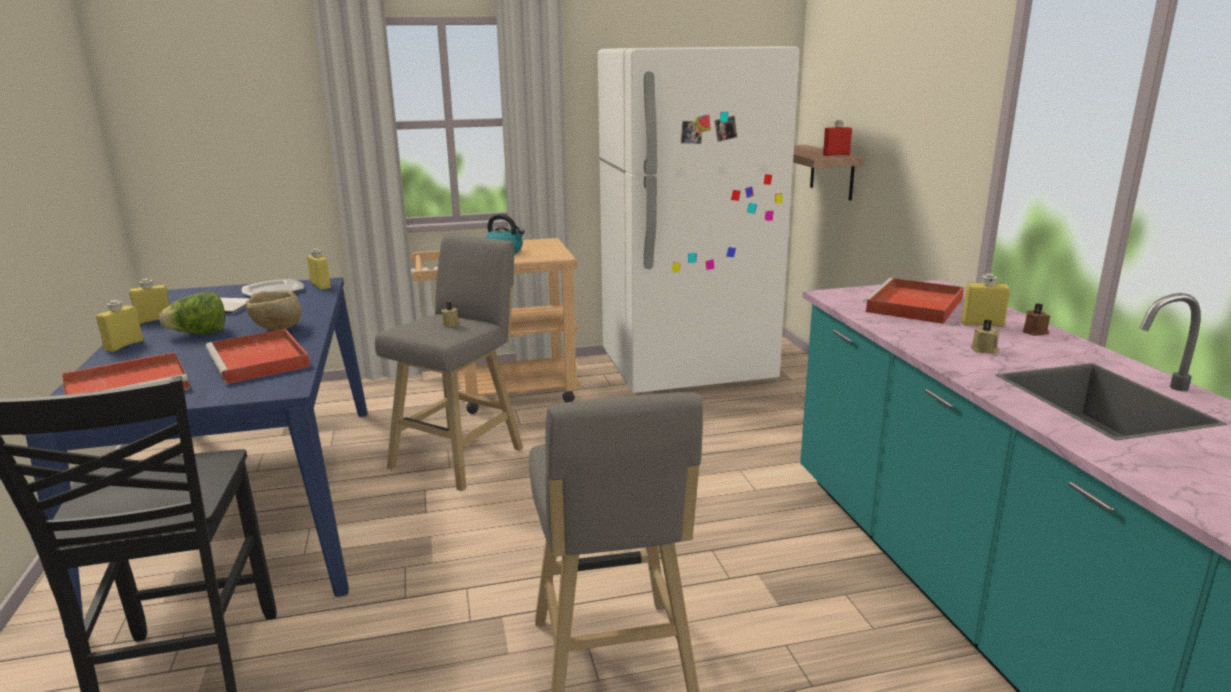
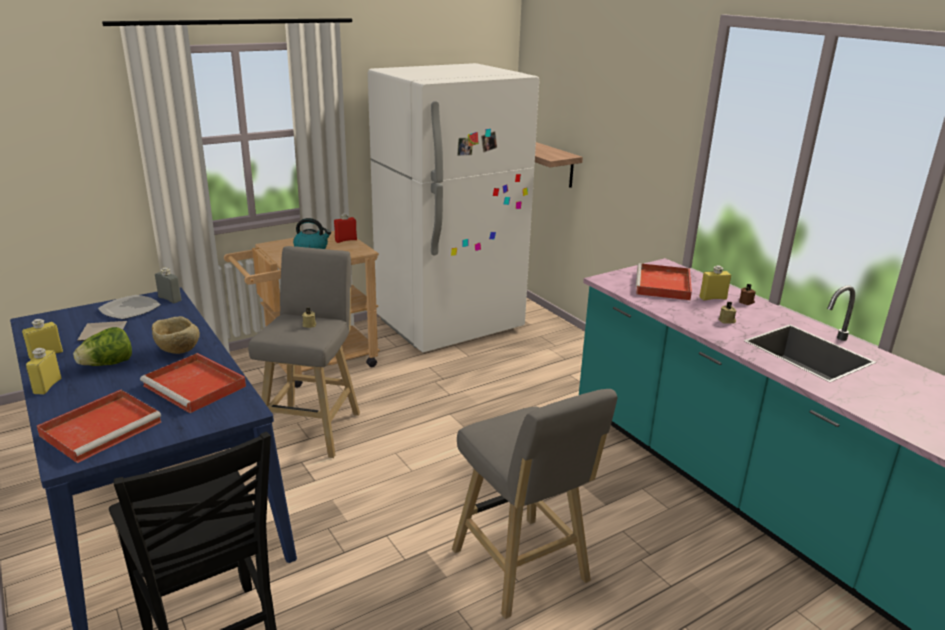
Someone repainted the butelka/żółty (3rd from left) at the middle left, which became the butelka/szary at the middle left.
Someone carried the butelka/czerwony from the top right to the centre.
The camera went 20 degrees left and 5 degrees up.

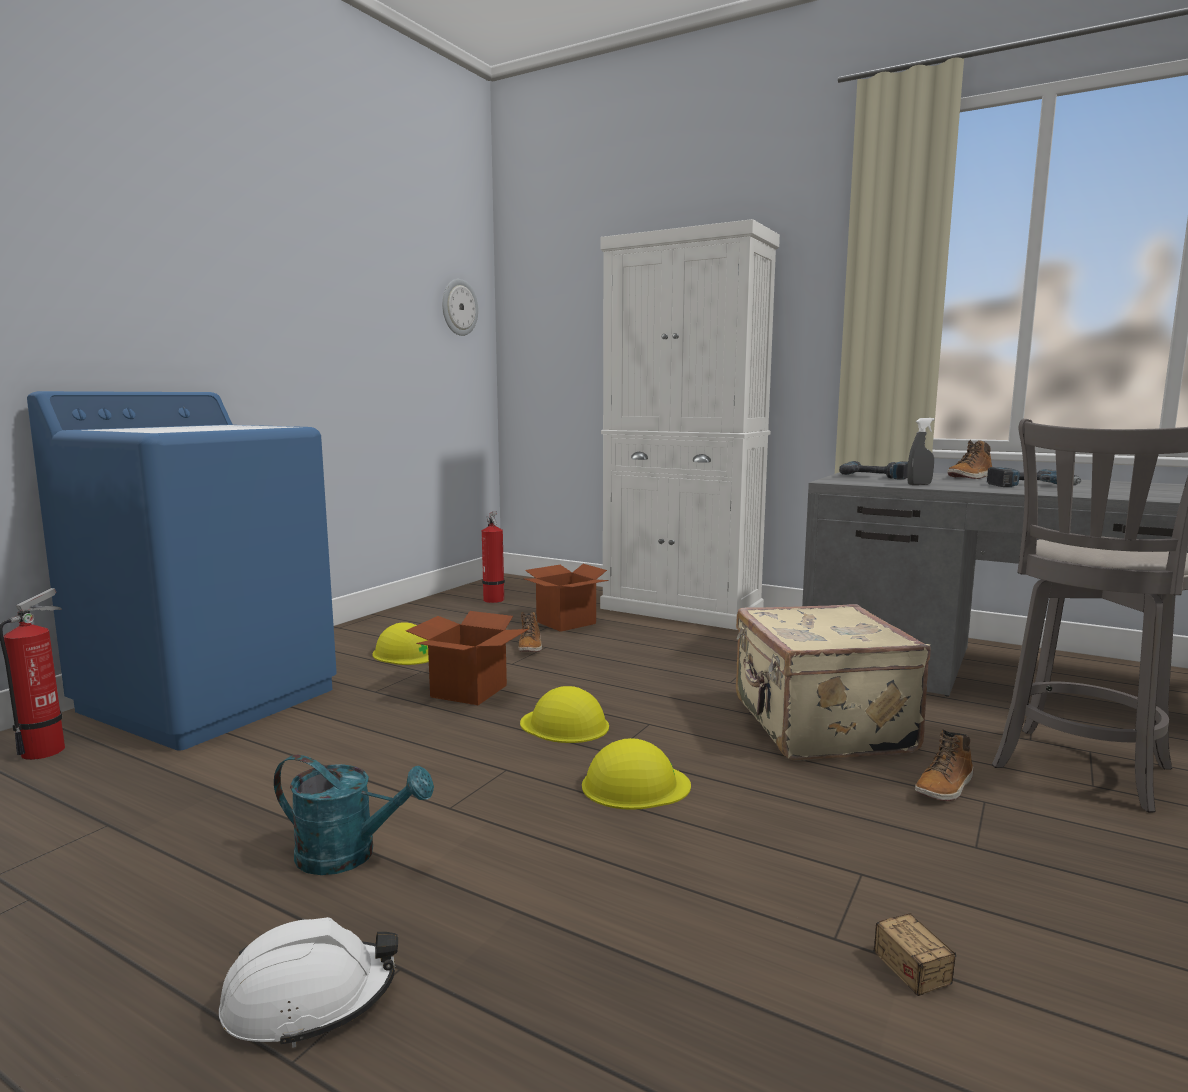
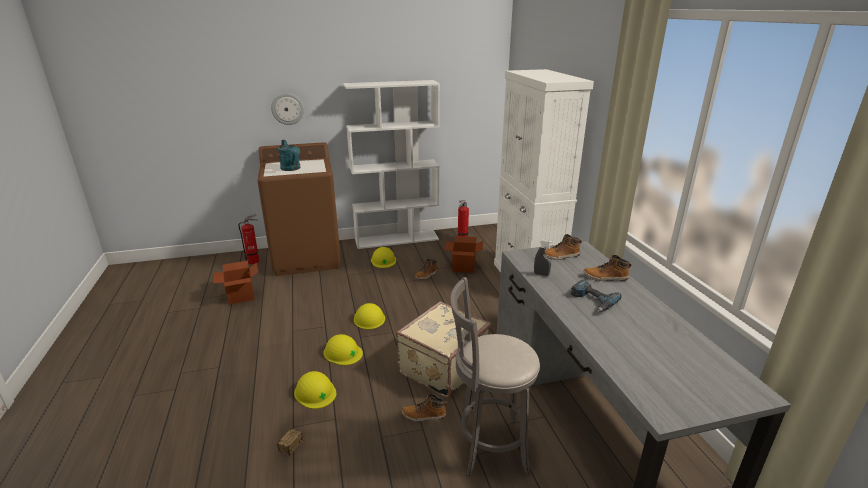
Someone repainted the pralka/niebieski at the middle left, which became the pralka/brązowy at the centre.
Someone took away the kask/biały at the bottom left.
Someone carried the konewka/turkusowy from the bottom left to the top left.
Someone carried the karton (1st from left) from the centre to the middle left.
Someone carried the zegar ścienny from the top centre to the top left.
Someone swapped the wiertarka (1st from left) at the middle right for the but z cholewką (3rd from left) at the centre.
Someone put down the kask/żółty (1st from left) at the bottom centre.
Someone put down the regał/biały at the centre.
The camera went 45 degrees right and 15 degrees up.

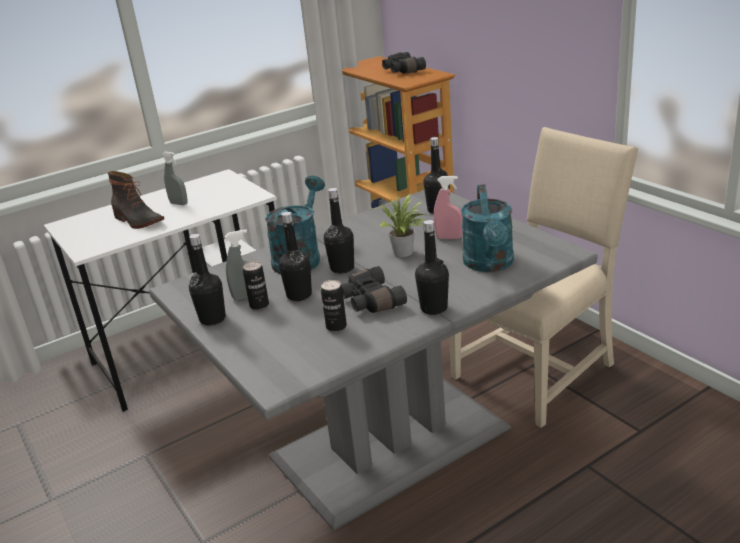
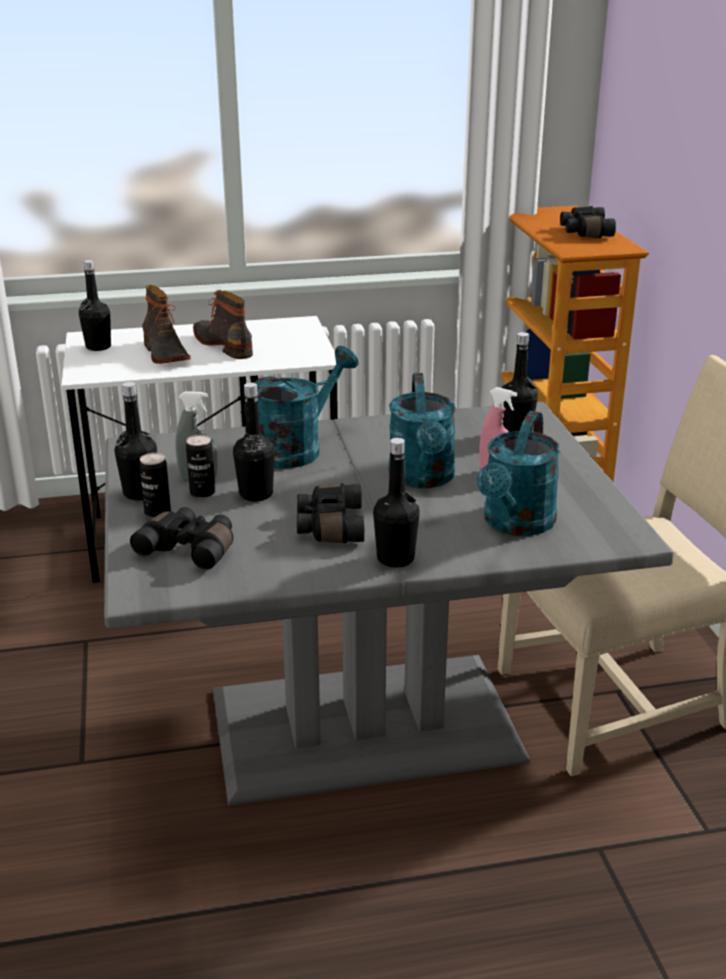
Someone swapped the spryskiwacz/szary (1st from left) at the top left for the but z cholewką (2nd from left) at the top left.
Someone carried the puszka (2nd from left in the first image) from the centre to the middle left.
Someone carried the butelka/czarny (3rd from left in the first image) from the centre to the top left.
Someone swapped the roślina doniczkowa at the centre for the konewka/turkusowy (2nd from left) at the centre.
Someone put down the lornetka/czarny (1st from left) at the middle left.
The camera went 20 degrees right and 0 degrees up.

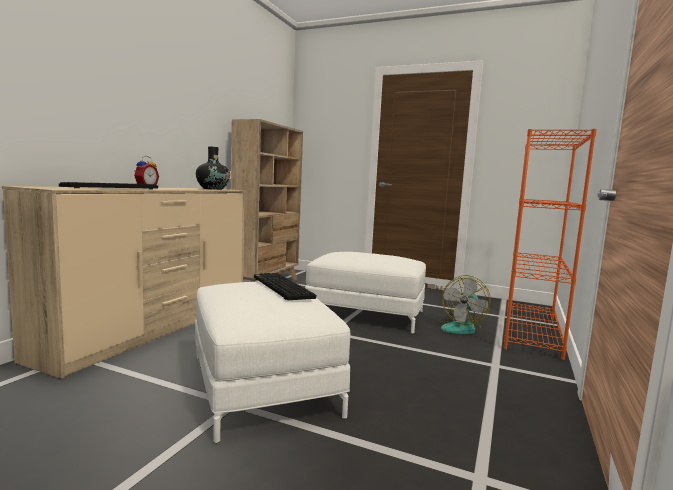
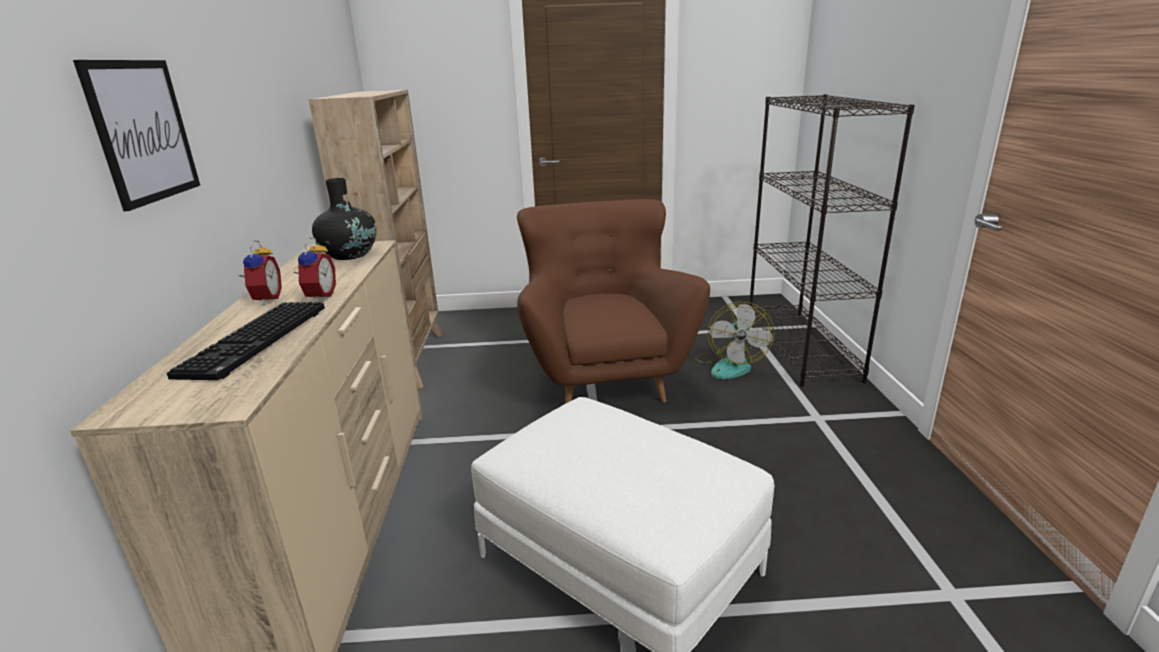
Someone took away the klawiatura (2nd from left) at the centre.
Someone swapped the pufa/biały (2nd from left) at the centre for the fotel/brązowy at the centre.
Someone repainted the regał/pomarańczowy at the middle right, which became the regał/czarny at the middle right.
Someone put up the obraz at the top left.
Someone put down the budzik (2nd from left) at the middle left.
The camera went 25 degrees left and 15 degrees up.

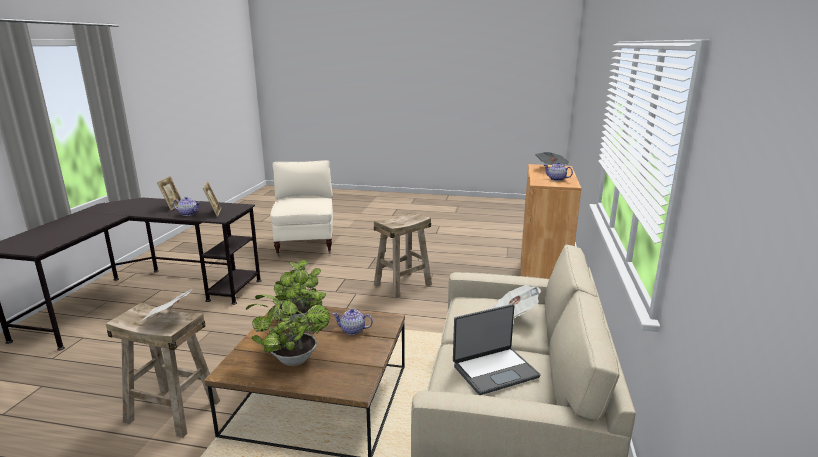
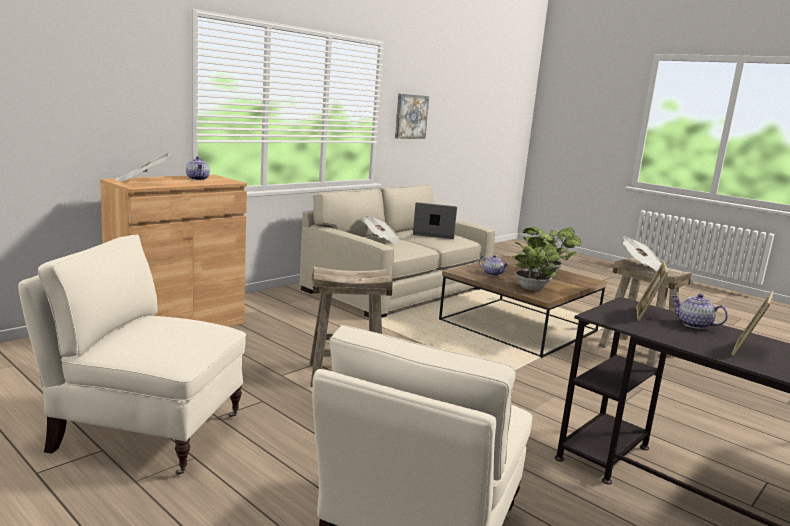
Someone put down the fotel/beżowy (1st from left) at the bottom left.
Someone put up the obraz at the top centre.
The camera went 150 degrees left and 5 degrees down.

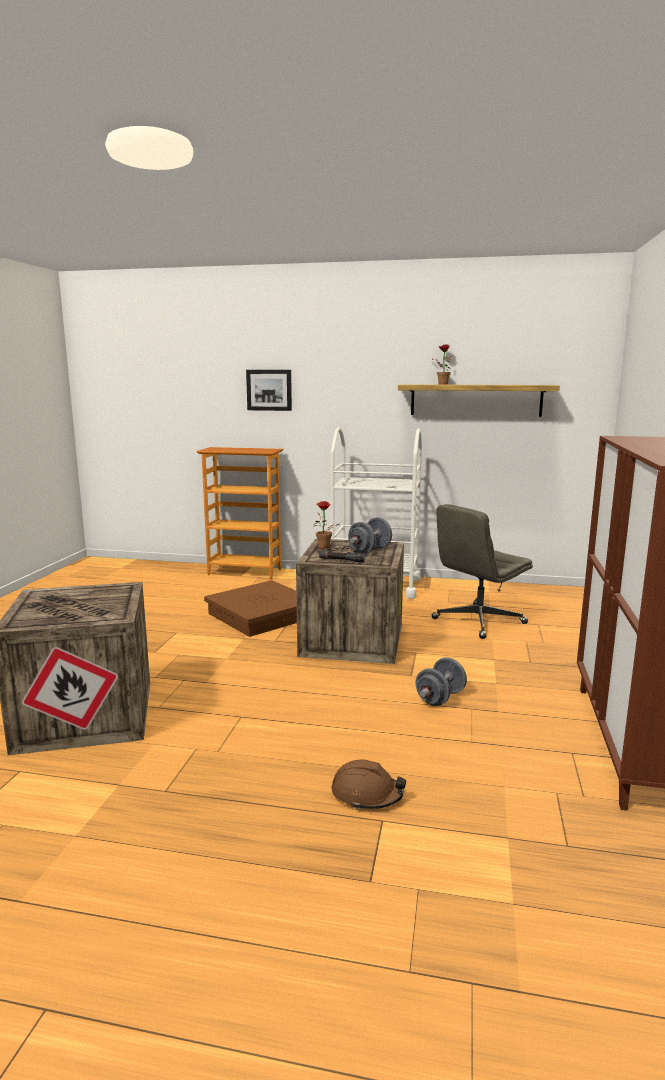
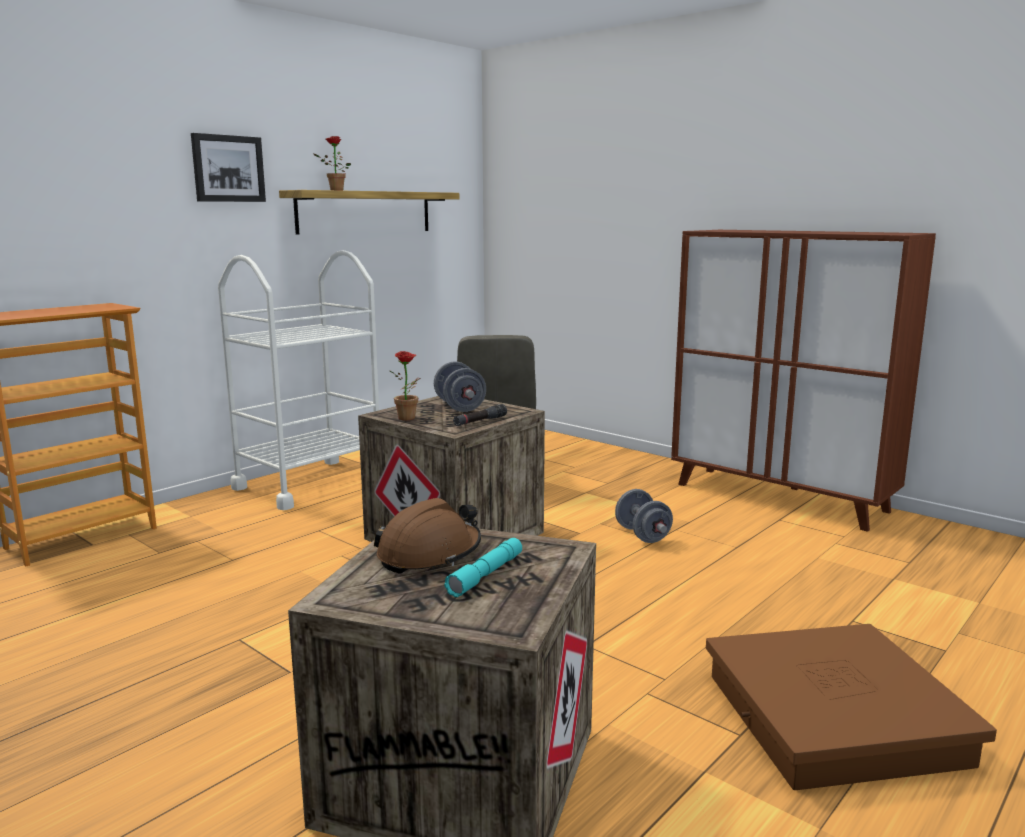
Someone carried the pojemnik do przechowywania/brązowy from the centre to the bottom right.
Someone carried the obraz from the centre to the top left.
Someone carried the kask/brązowy from the bottom centre to the centre.
Someone put down the latarka/turkusowy at the bottom centre.
The camera went 60 degrees left and 0 degrees up.

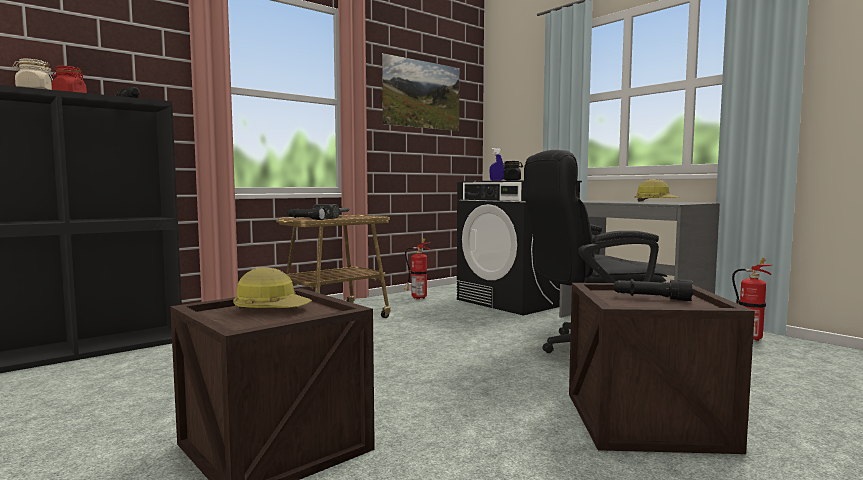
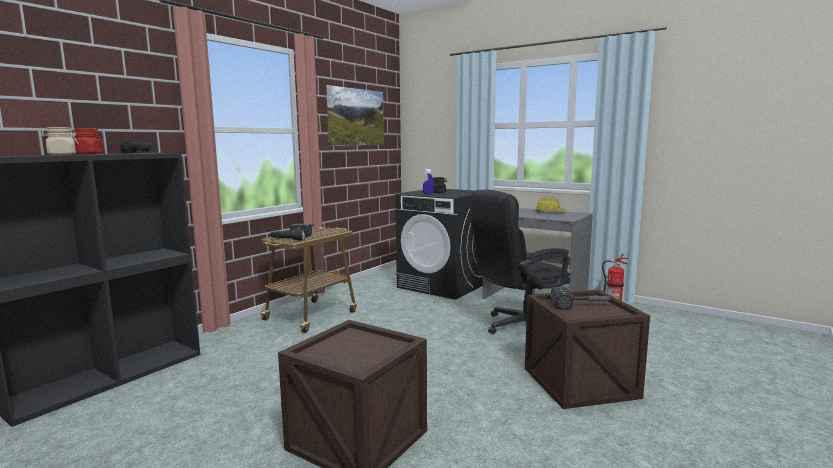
Someone took away the kask (1st from left) at the middle left.
Someone took away the gaśnica (1st from left) at the centre.
Someone swapped the latarka/czarny (3rd from left) at the middle right for the młotek (2nd from left) at the middle right.
The camera went 15 degrees left and 5 degrees up.

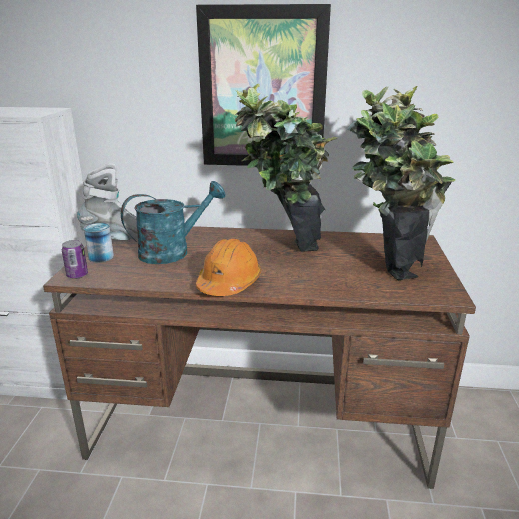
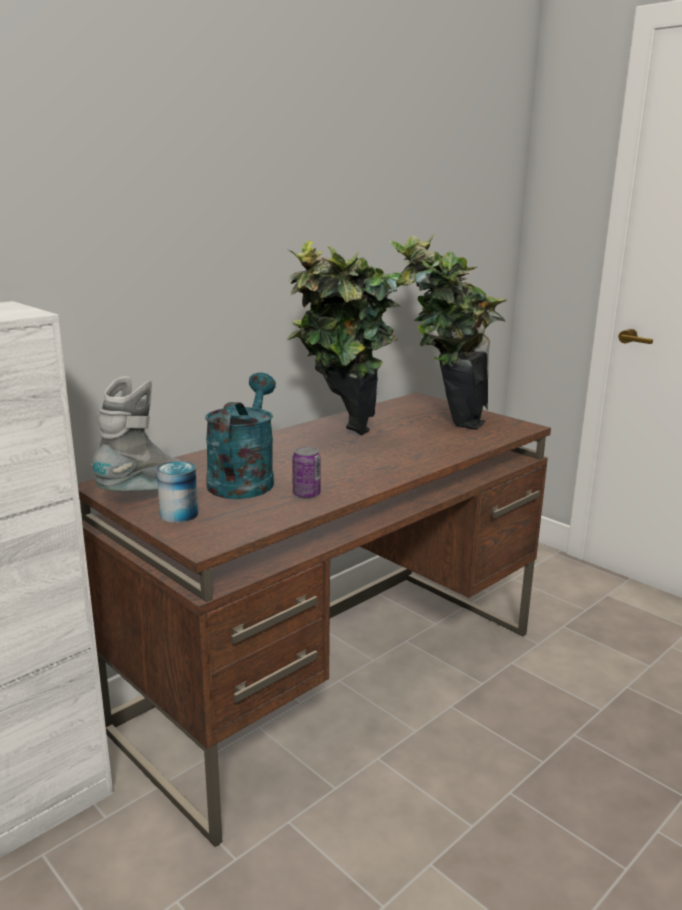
Someone carried the puszka (1st from left in the first image) from the middle left to the centre.
Someone took away the obraz at the top centre.
Someone took away the kask/pomarańczowy at the centre.
The camera went 50 degrees left and 5 degrees down.

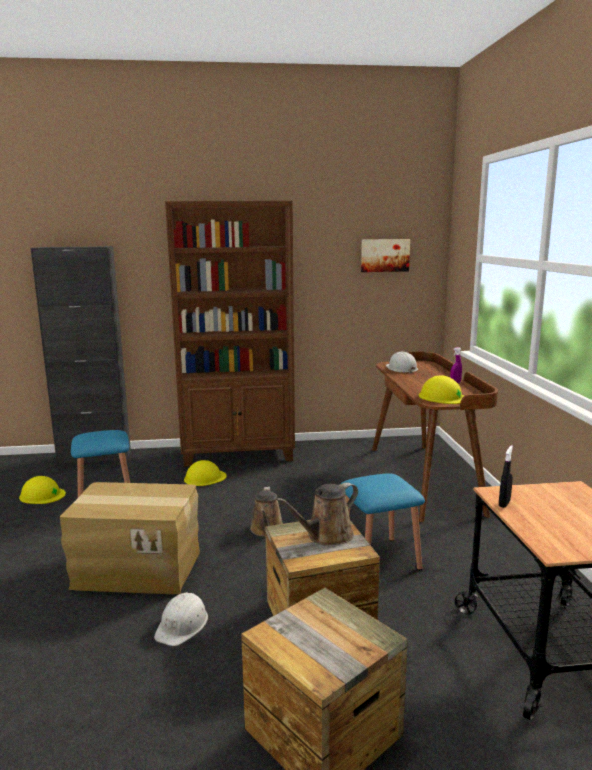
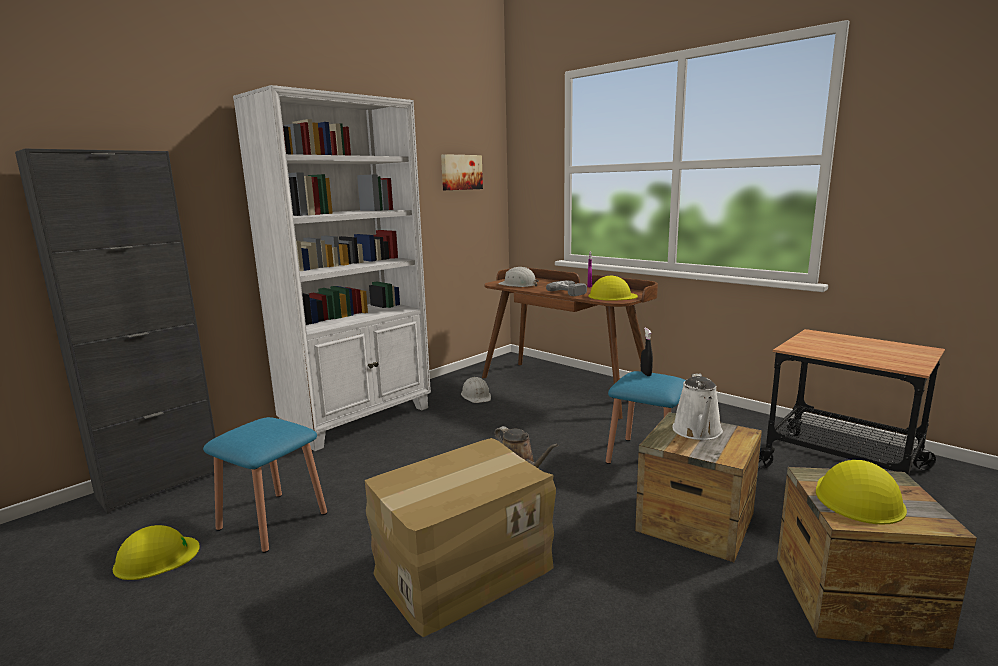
Someone carried the kask/biały (1st from left) from the bottom left to the centre.
Someone repainted the regał/brązowy at the centre, which became the regał/biały at the middle left.
Someone carried the kask/żółty (2nd from left in the first image) from the centre to the bottom right.
Someone repainted the konewka/brązowy (2nd from left) at the centre, which became the konewka/biały at the middle right.
Someone carried the spryskiwacz/czarny from the middle right to the centre.
Someone put down the wiertarka at the centre.
The camera went 40 degrees left and 0 degrees up.

